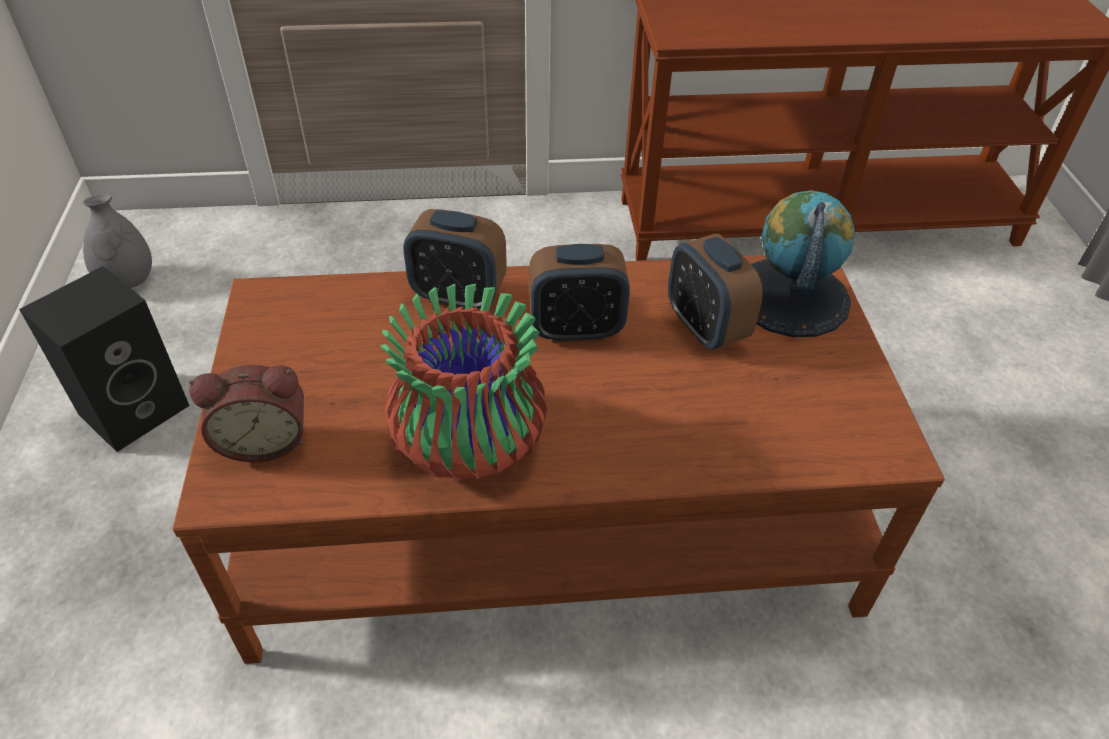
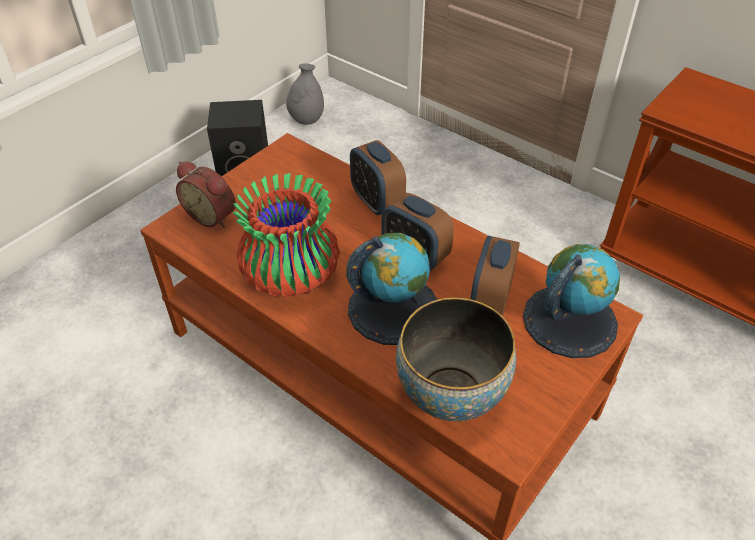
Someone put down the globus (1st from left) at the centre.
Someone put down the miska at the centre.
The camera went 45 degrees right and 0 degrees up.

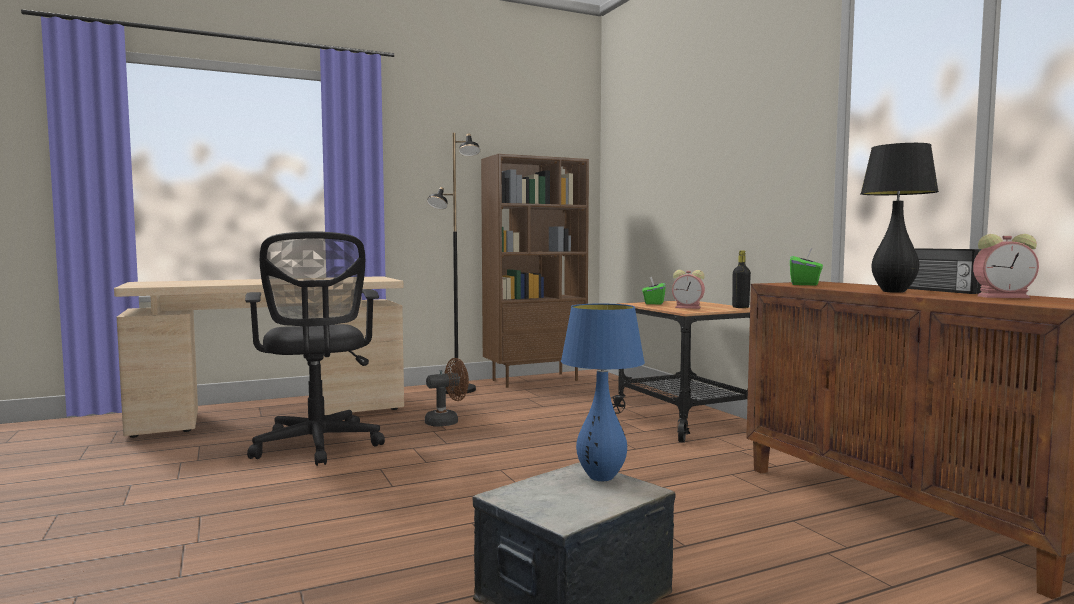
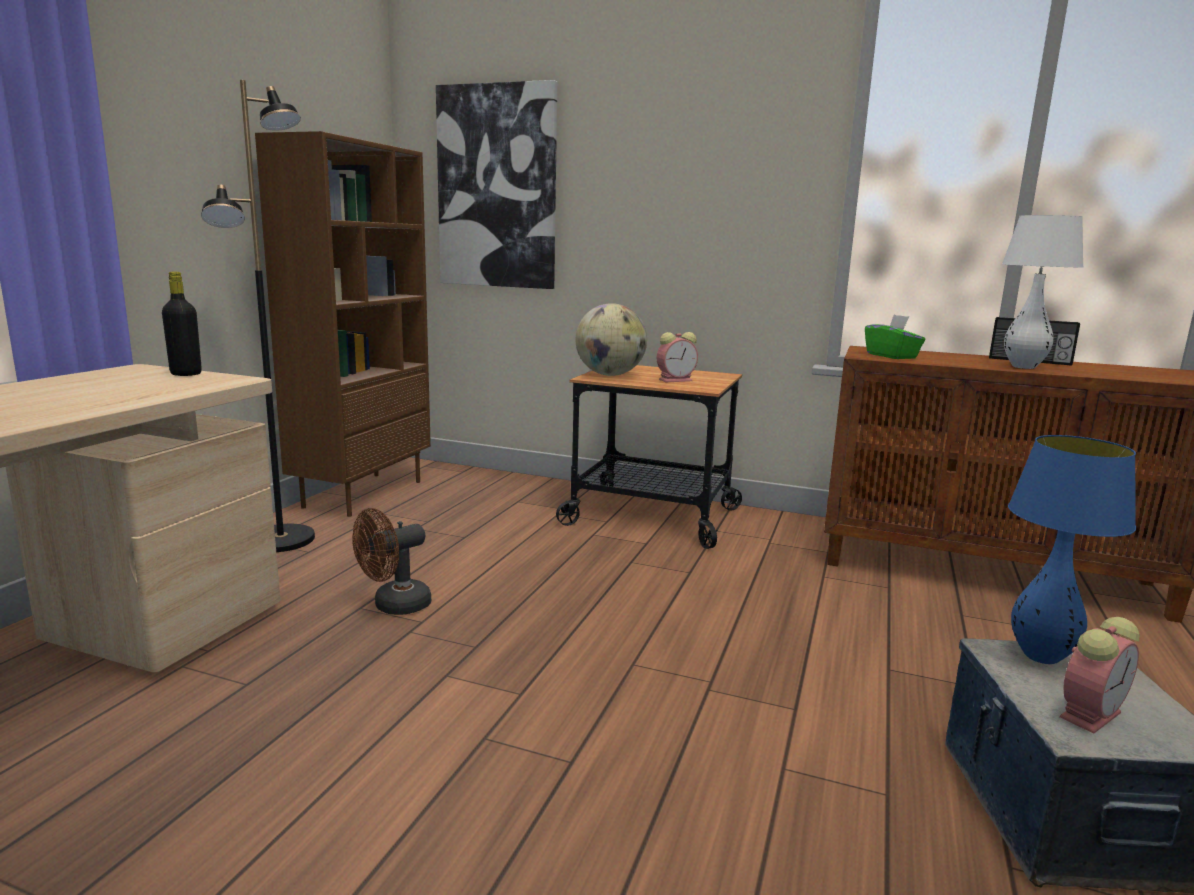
Someone took away the krzesło biurowe/czarny at the middle left.
Someone rotated the wentylator/brązowy at the centre by 150 degrees counterclockwise.
Someone swapped the pudełko chusteczek/zielony (1st from left) at the centre for the globus at the centre.
Someone carried the butelka/czarny from the middle right to the middle left.
Someone repainted the lampa stołowa/czarny at the middle right, which became the lampa stołowa/biały at the top right.
Someone carried the budzik (2nd from left) from the middle right to the bottom right.
Someone put up the obraz at the top centre.
The camera went 45 degrees left and 10 degrees up.

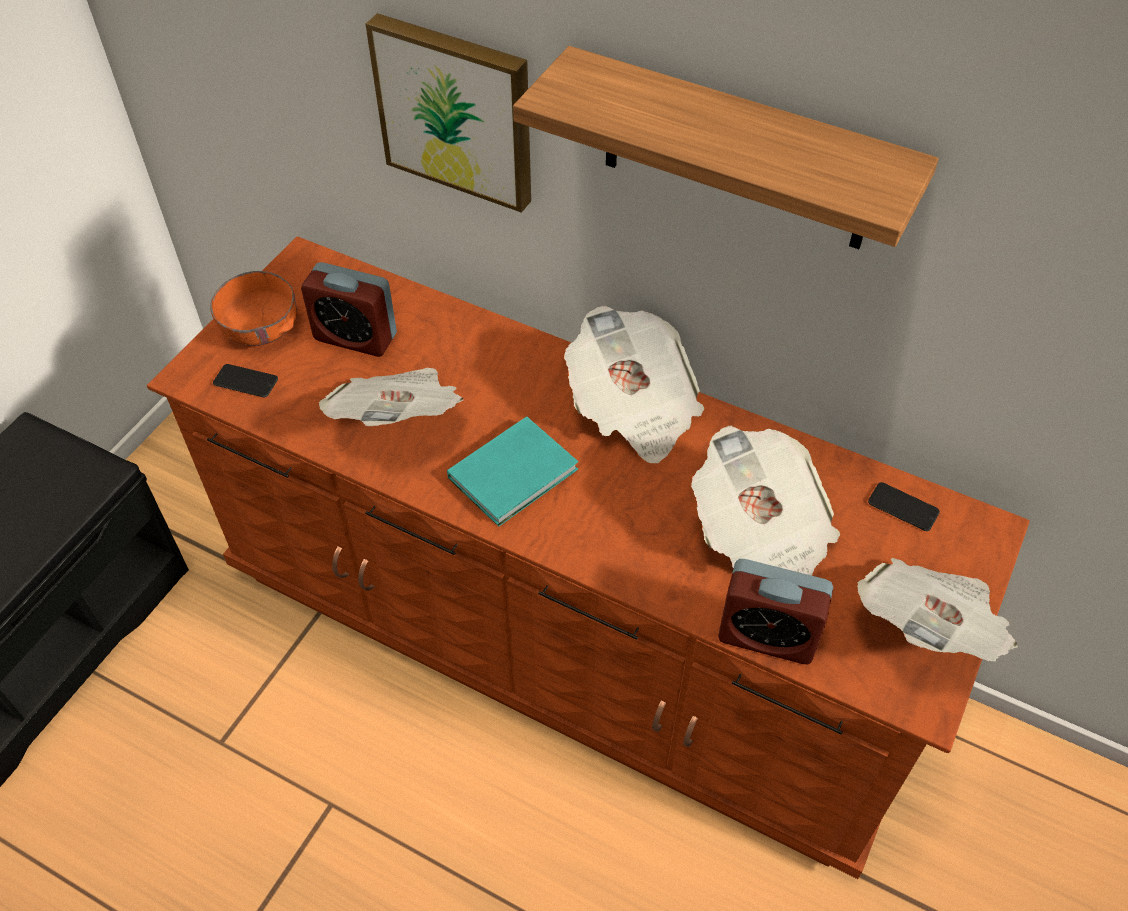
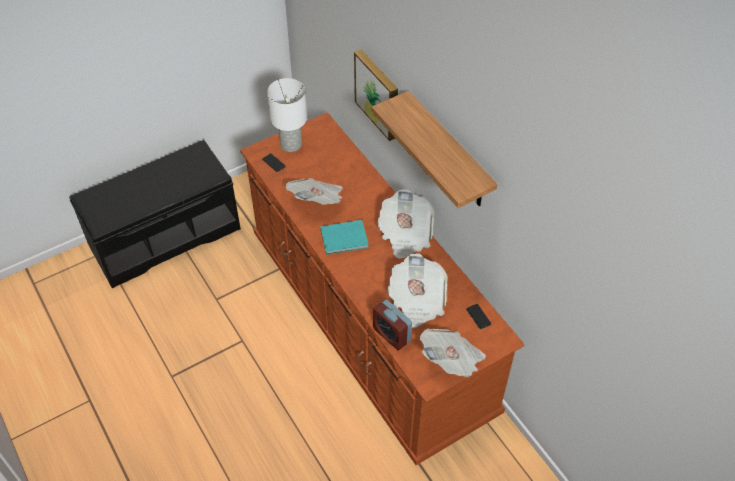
Someone swapped the miska/pomarańczowy at the middle left for the lampa stołowa/biały at the top centre.
Someone took away the budzik (1st from left) at the middle left.
The camera went 30 degrees right and 0 degrees up.

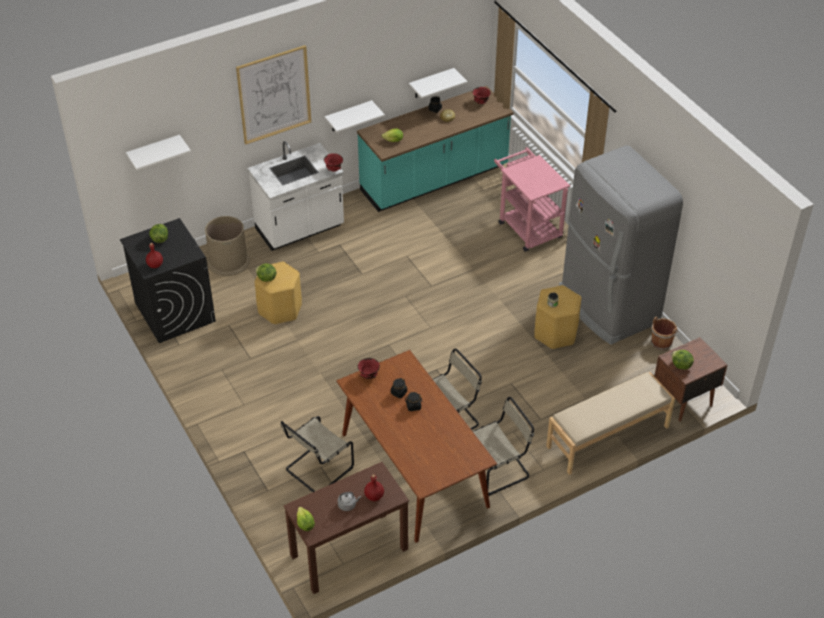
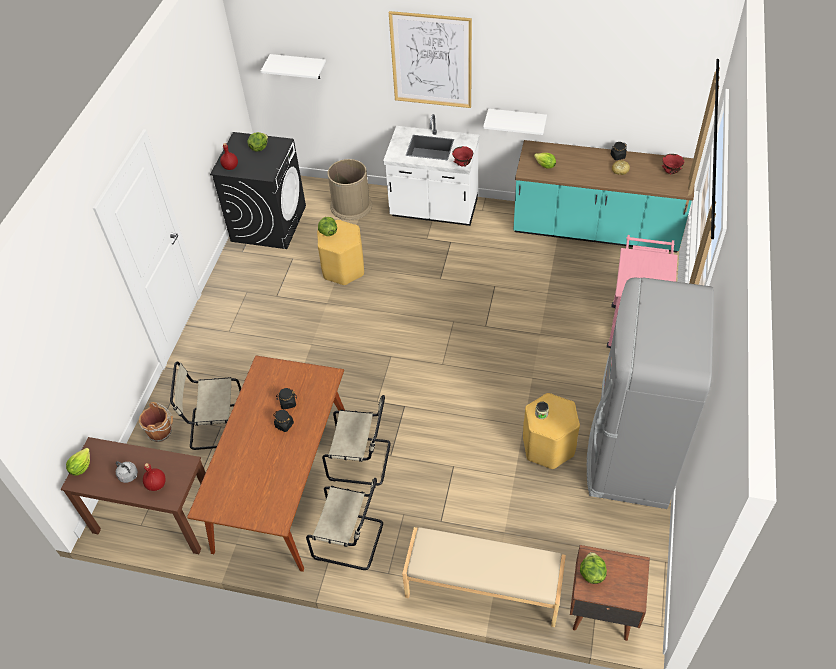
Someone took away the miska/czerwony (2nd from left) at the centre.
Someone took away the półka/biały (3rd from left) at the top centre.
Someone carried the wiadro/brązowy from the middle right to the middle left.
The camera went 45 degrees right and 5 degrees up.

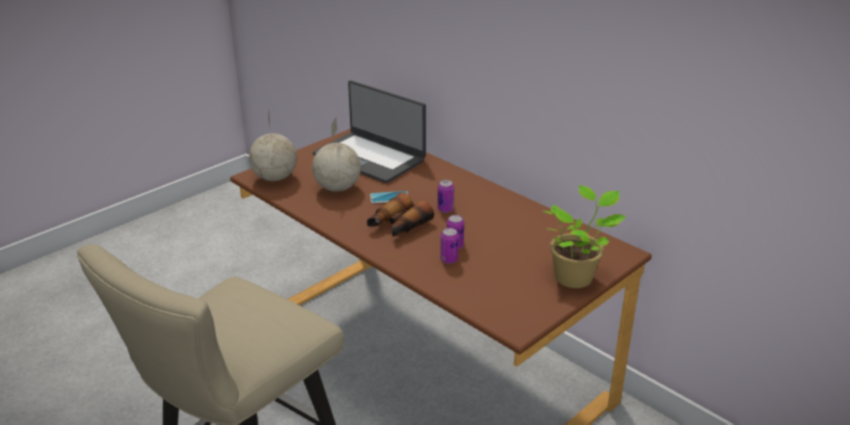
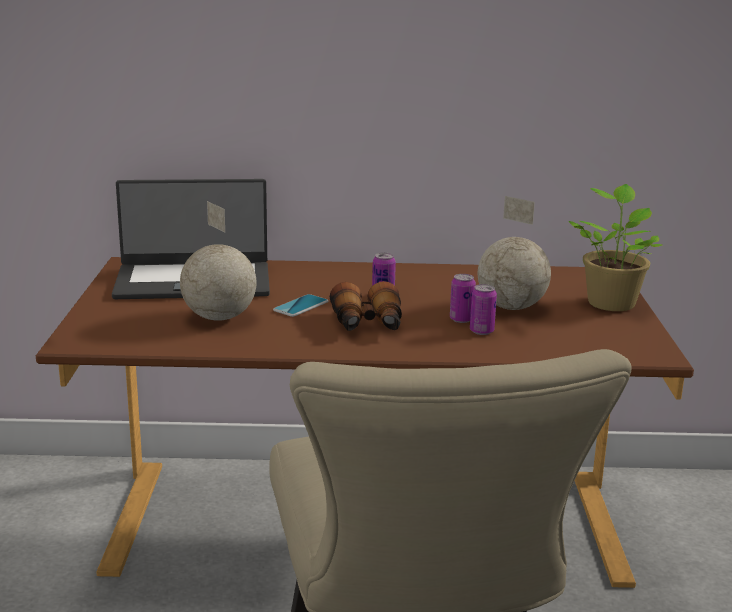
Someone carried the globus (1st from left in the first image) from the middle left to the middle right.
The camera went 45 degrees left and 10 degrees down.

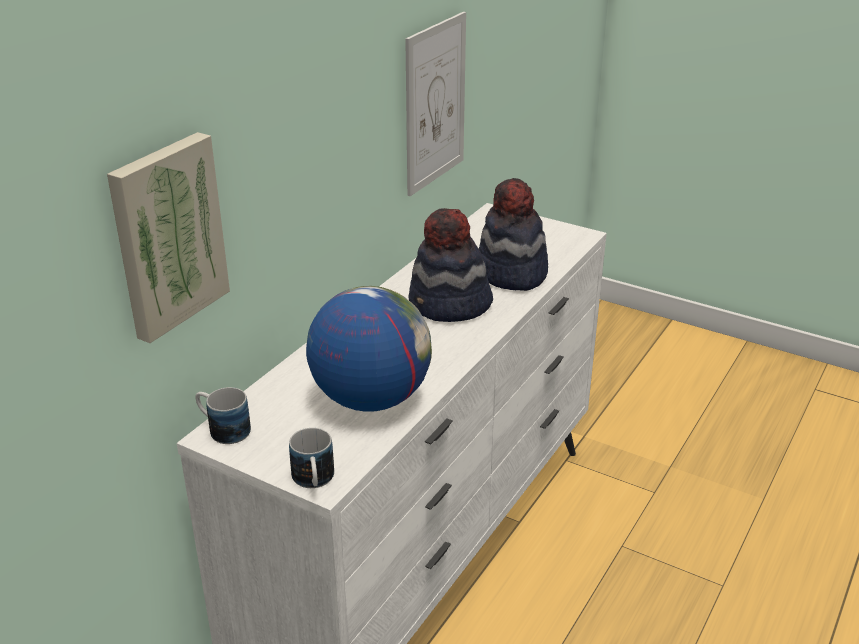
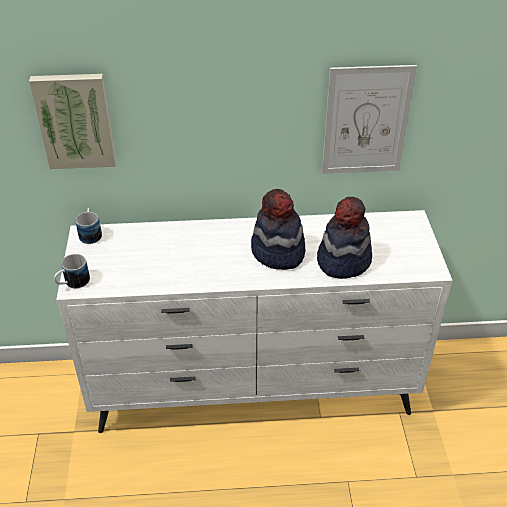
Someone took away the globus at the centre.
The camera went 55 degrees right and 10 degrees up.

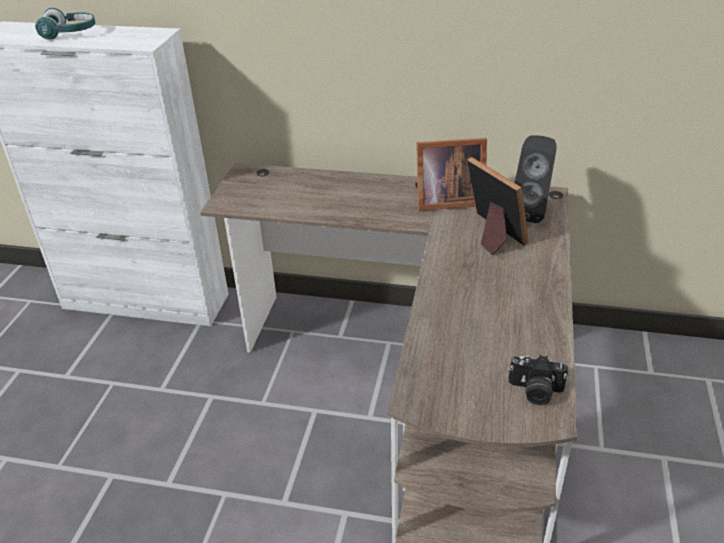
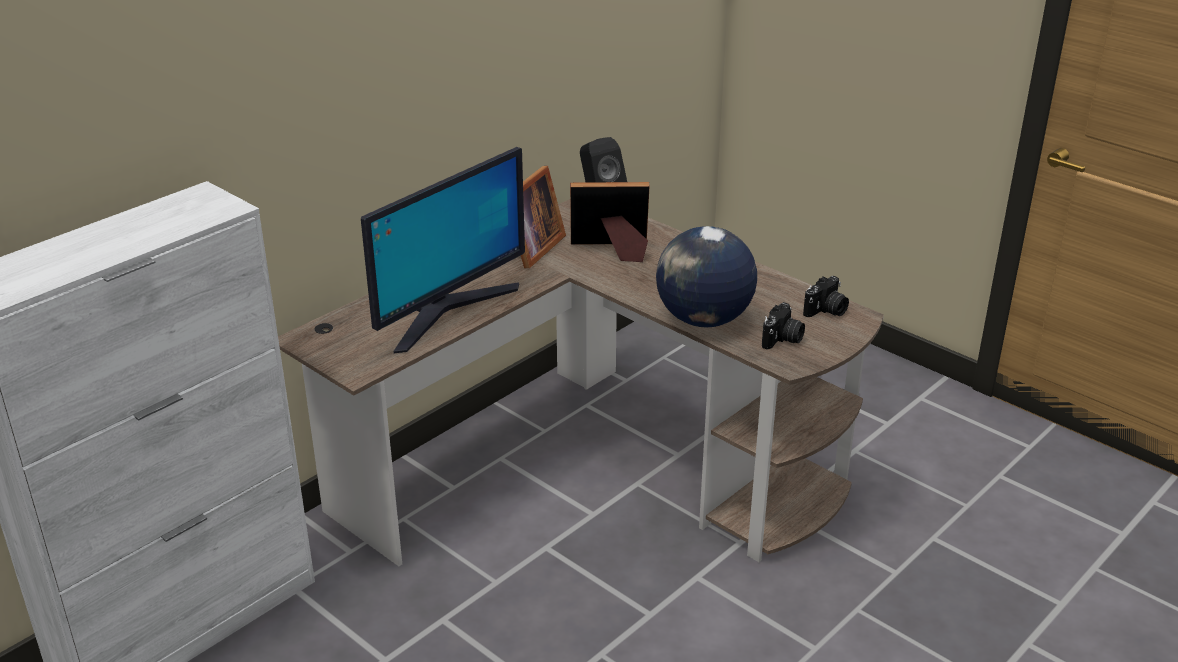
Someone took away the słuchawki/turkusowy at the top left.
Someone put down the monitor at the centre.
Someone put down the globus at the centre.
Someone put down the aparat fotograficzny (1st from left) at the centre.
The camera went 60 degrees left and 5 degrees down.

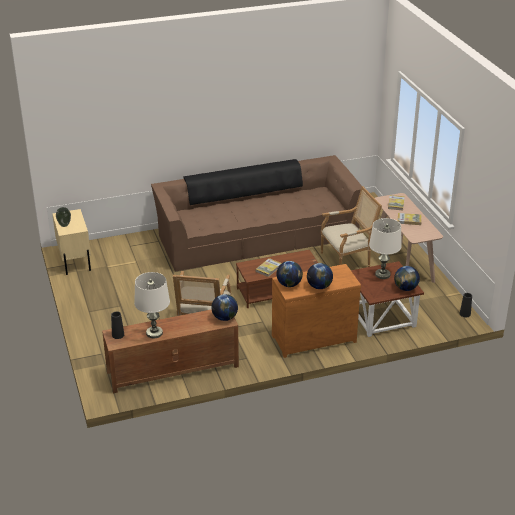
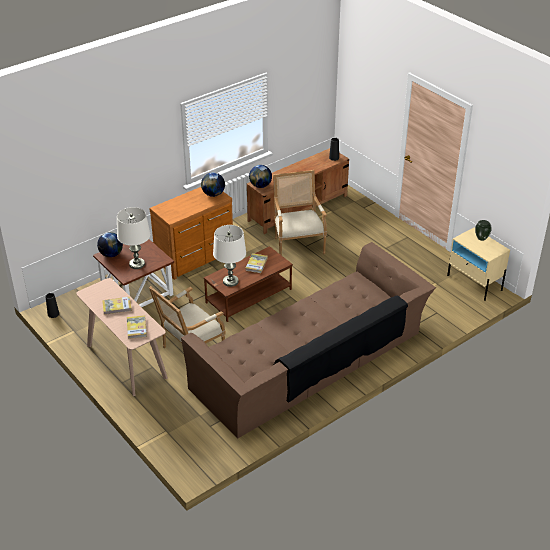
Someone carried the lampa stołowa/biały (1st from left in the first image) from the middle left to the centre.
Someone took away the globus (3rd from left) at the centre.
The camera went 160 degrees right and 5 degrees up.

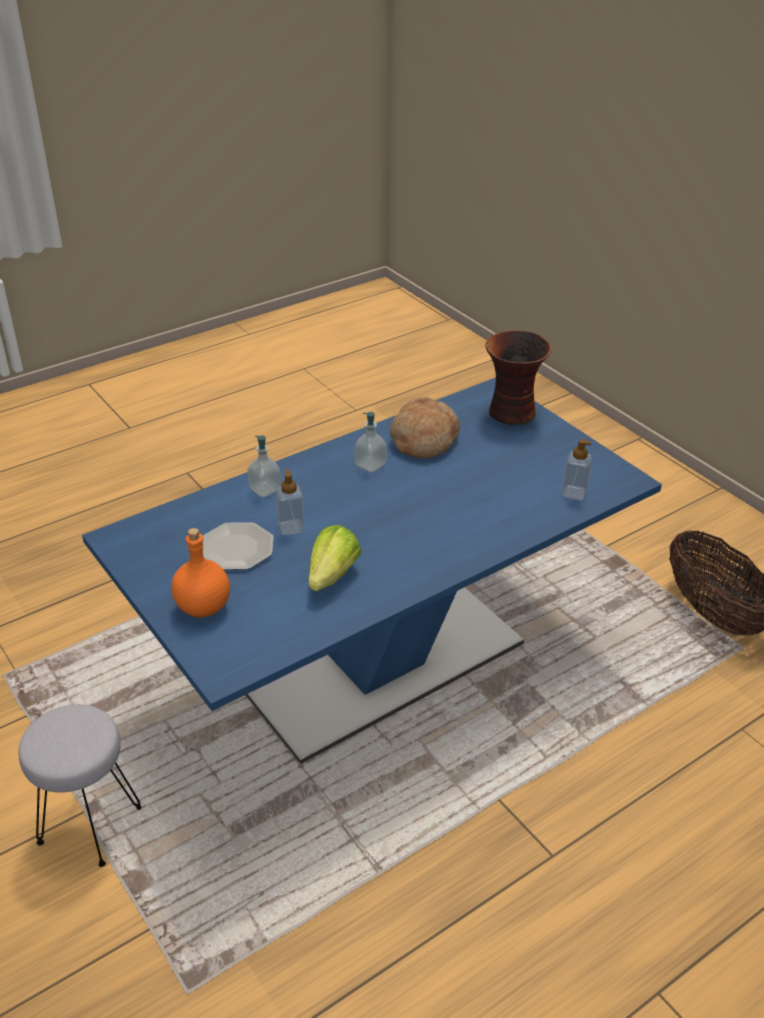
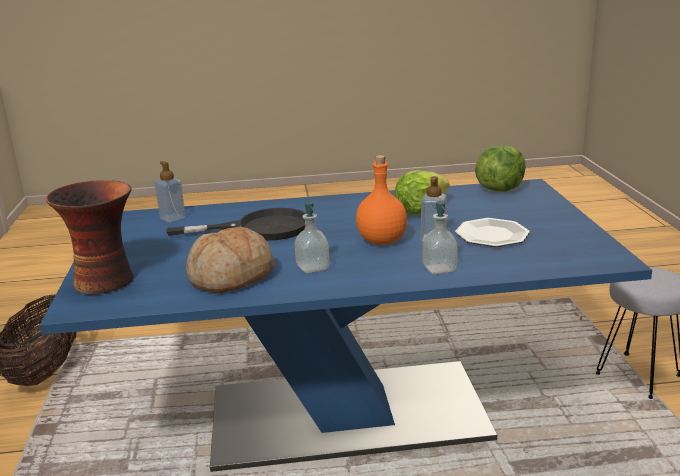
Someone carried the butelka/pomarańczowy from the middle left to the centre.
Someone put down the patelnia/czarny at the centre.
Someone put down the sałata (2nd from left) at the middle right.
The camera went 150 degrees left and 15 degrees down.

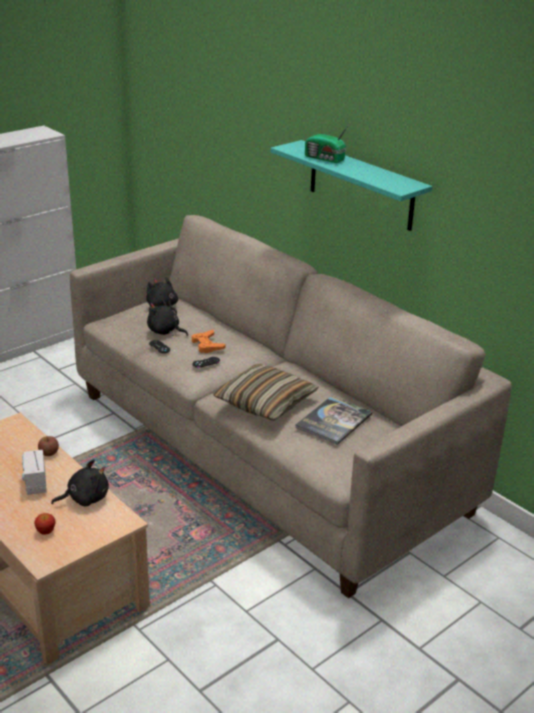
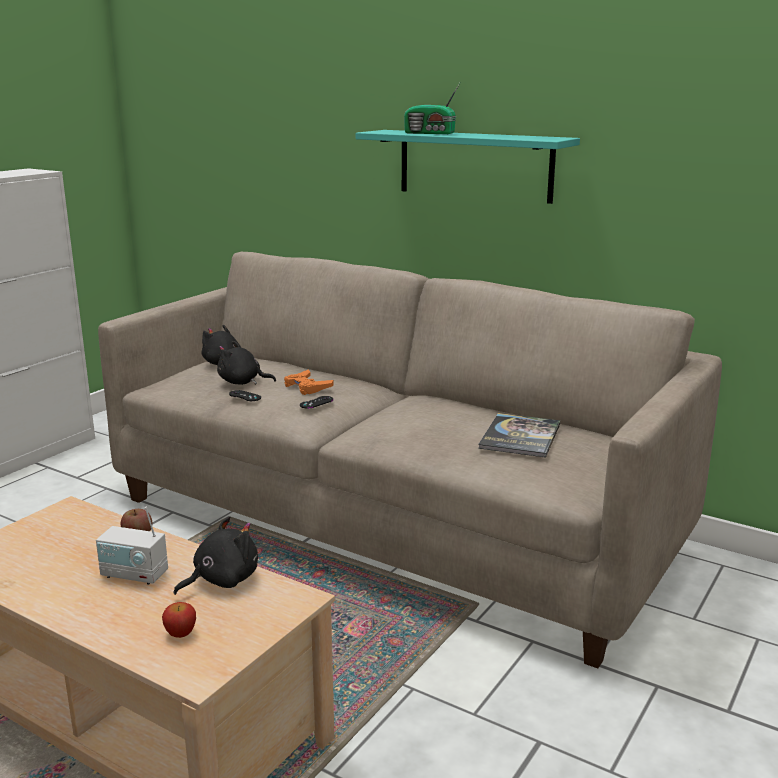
Someone rotated the radio (1st from left) at the middle left by 45 degrees counterclockwise.
Someone took away the poduszka at the centre.
The camera went 15 degrees left and 10 degrees down.

